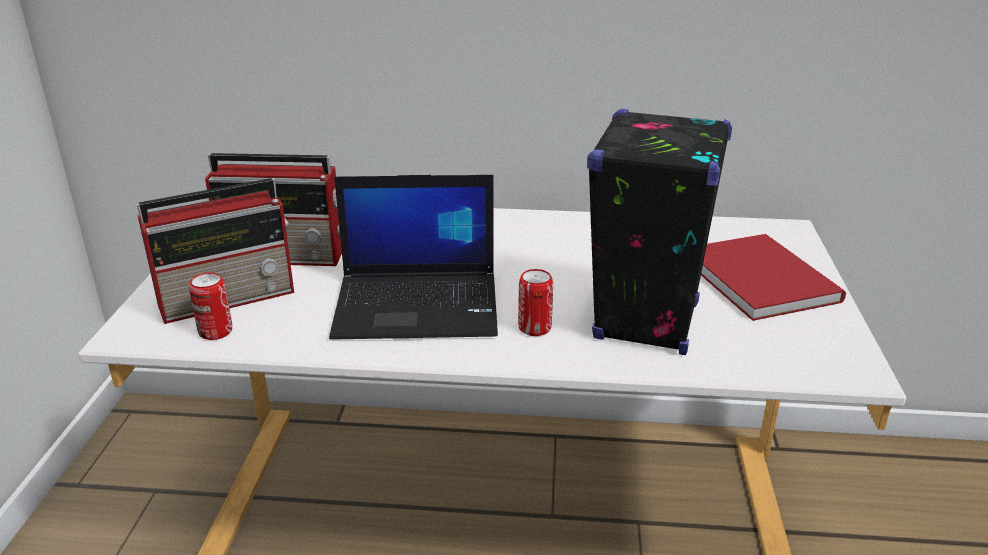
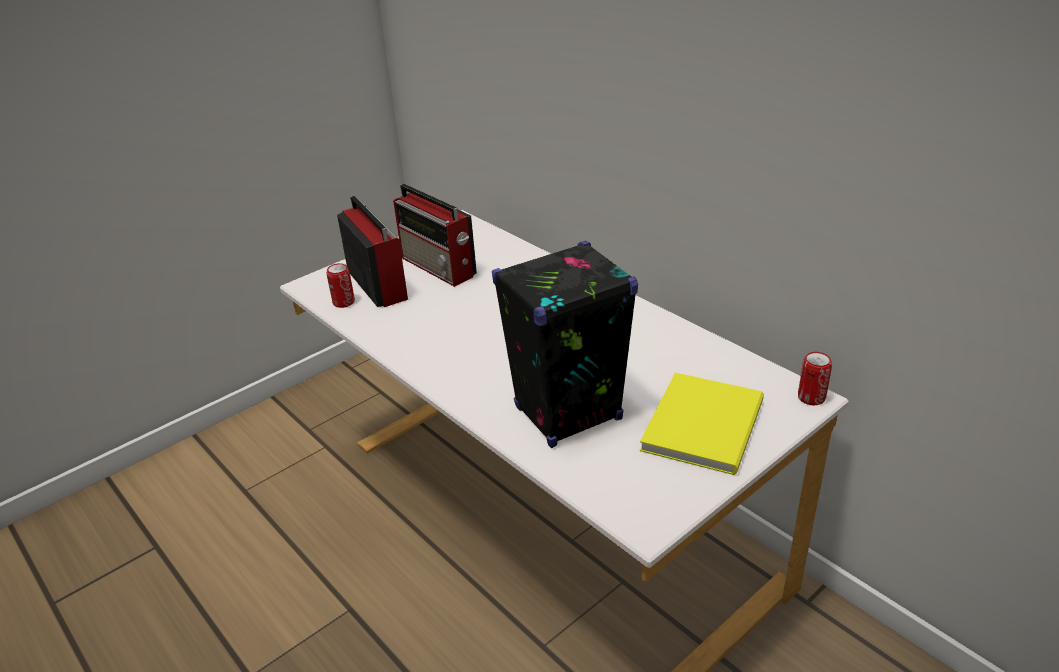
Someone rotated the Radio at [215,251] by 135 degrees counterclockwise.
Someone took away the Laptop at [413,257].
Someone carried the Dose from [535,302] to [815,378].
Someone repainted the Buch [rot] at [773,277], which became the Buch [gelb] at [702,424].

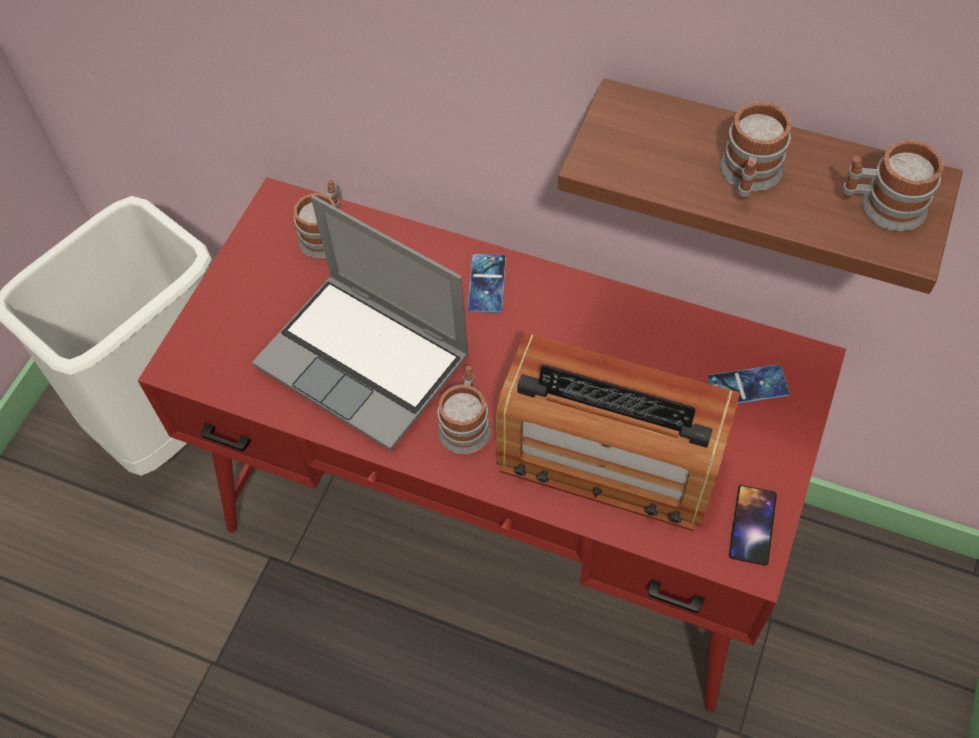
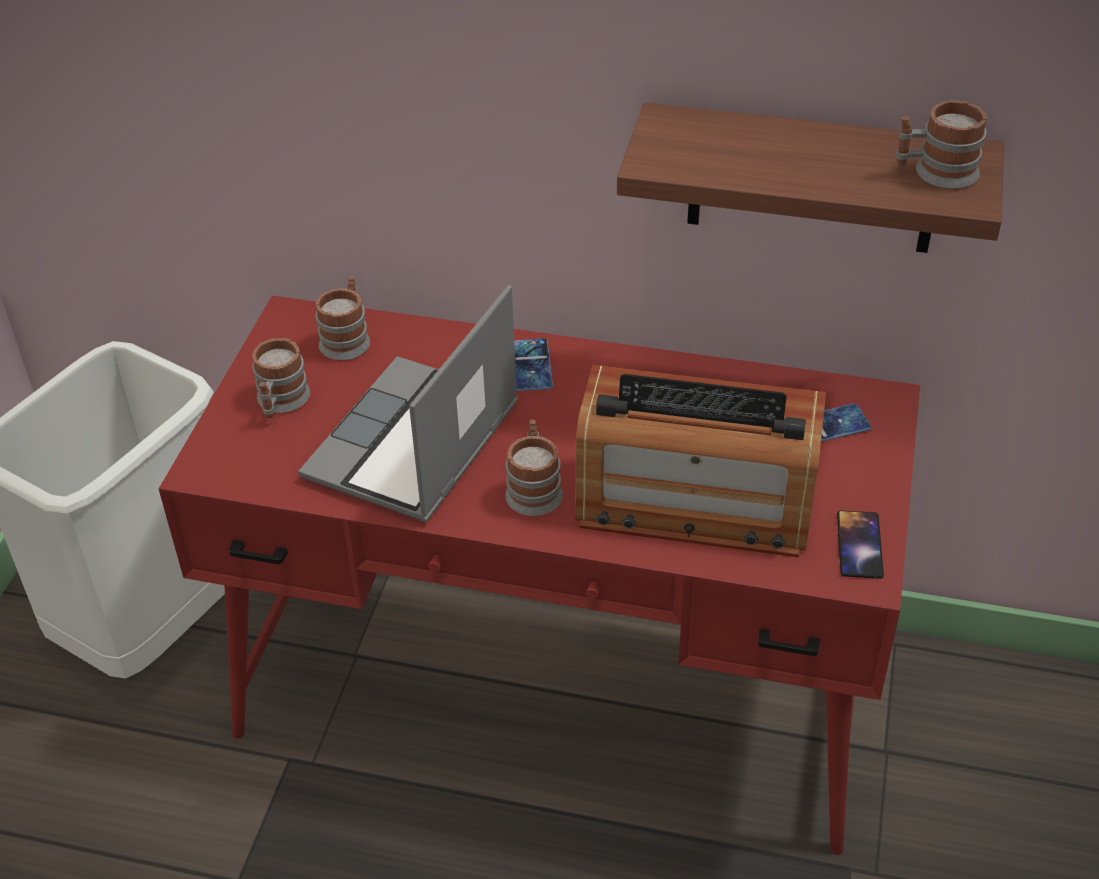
Someone rotated the Laptop at [360,323] by 90 degrees clockwise.
Someone carried the Henkelbecher from [755,150] to [281,378].

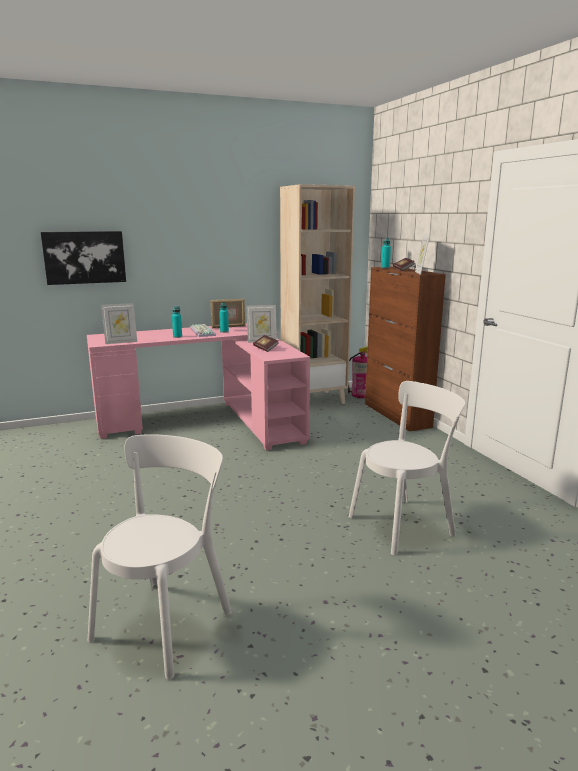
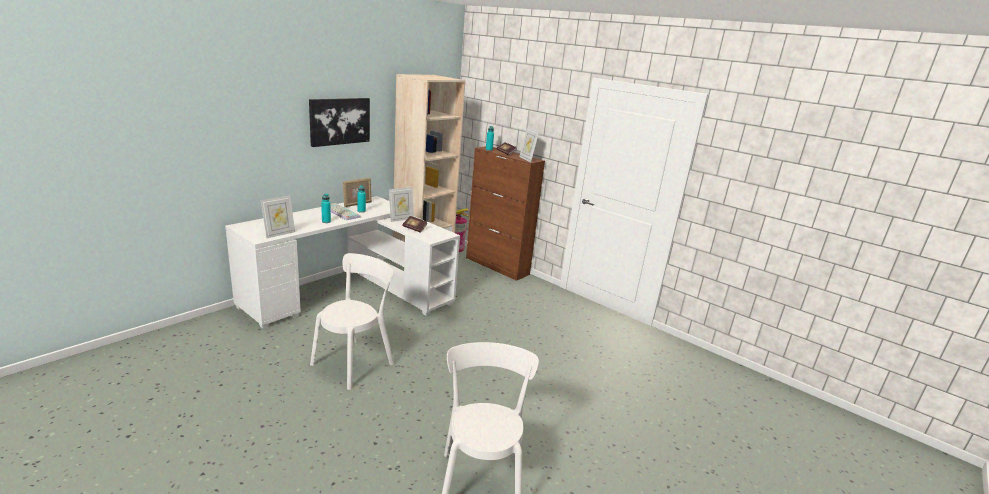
Someone carried the Bild from [83,258] to [339,122].
Someone repainted the Schreibtisch [rosa] at [198,387], which became the Schreibtisch [weiß] at [342,262].
Someone carried the Stuhl [weiß] from [407,468] to [352,321].

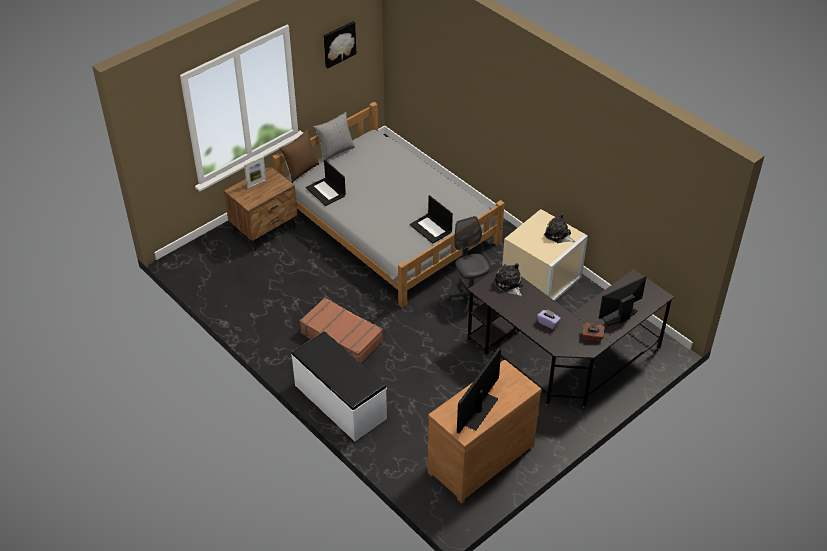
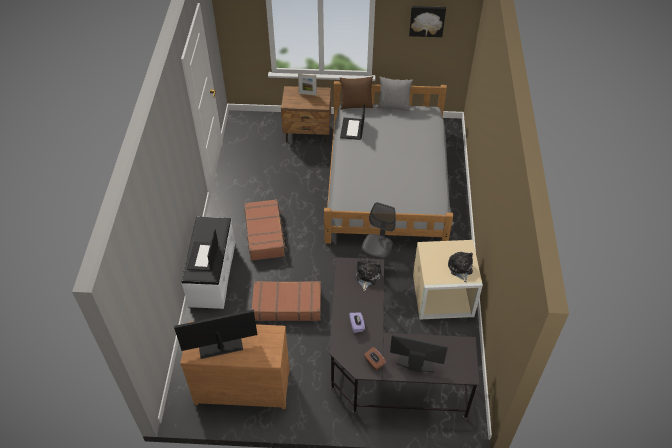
Someone carried the Laptop from [431,219] to [202,250].
Someone put down the Koffer [braun] at [286,301].

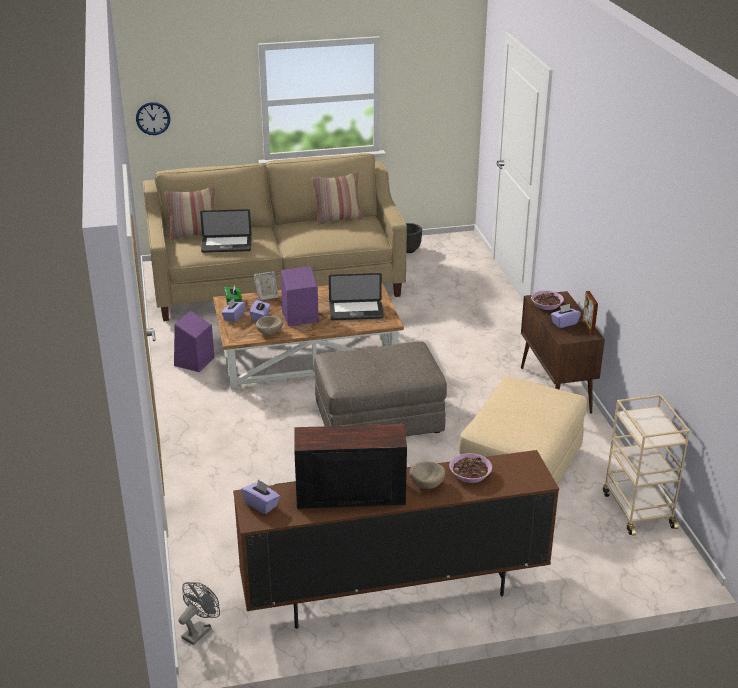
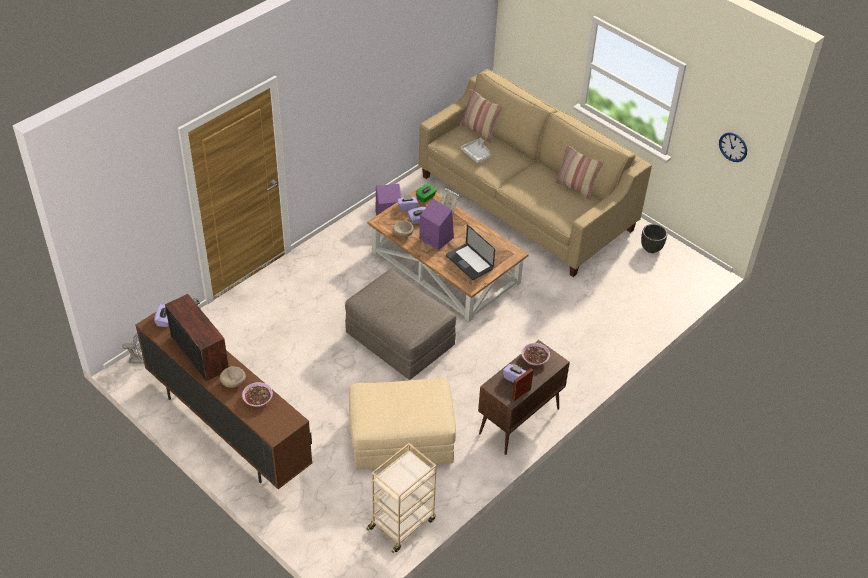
Someone carried the Wanduhr from [153,118] to [733,147].
Someone swapped the Laptop at [225,231] for the Tablett [grau] at [476,150].

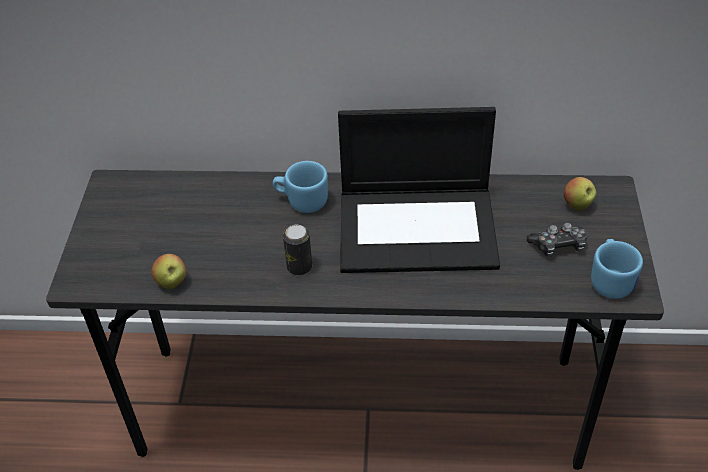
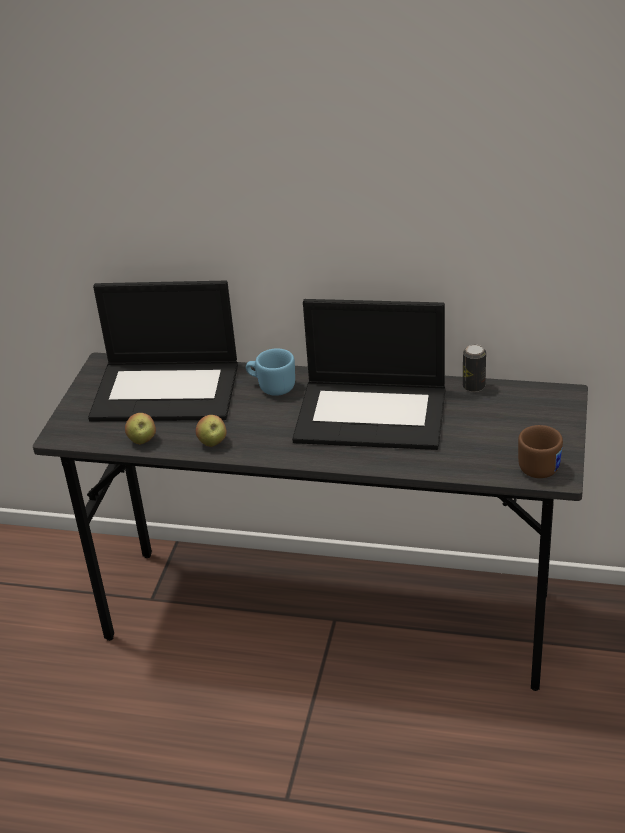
Someone carried the Dose from [297,250] to [474,368].
Someone took away the Gamepad at [557,240].
Someone carried the Apfel from [580,194] to [211,431].
Someone repainted the Henkelbecher [blau] at [617,269], which became the Henkelbecher [braun] at [540,451].
Someone put down the Laptop at [163,351].

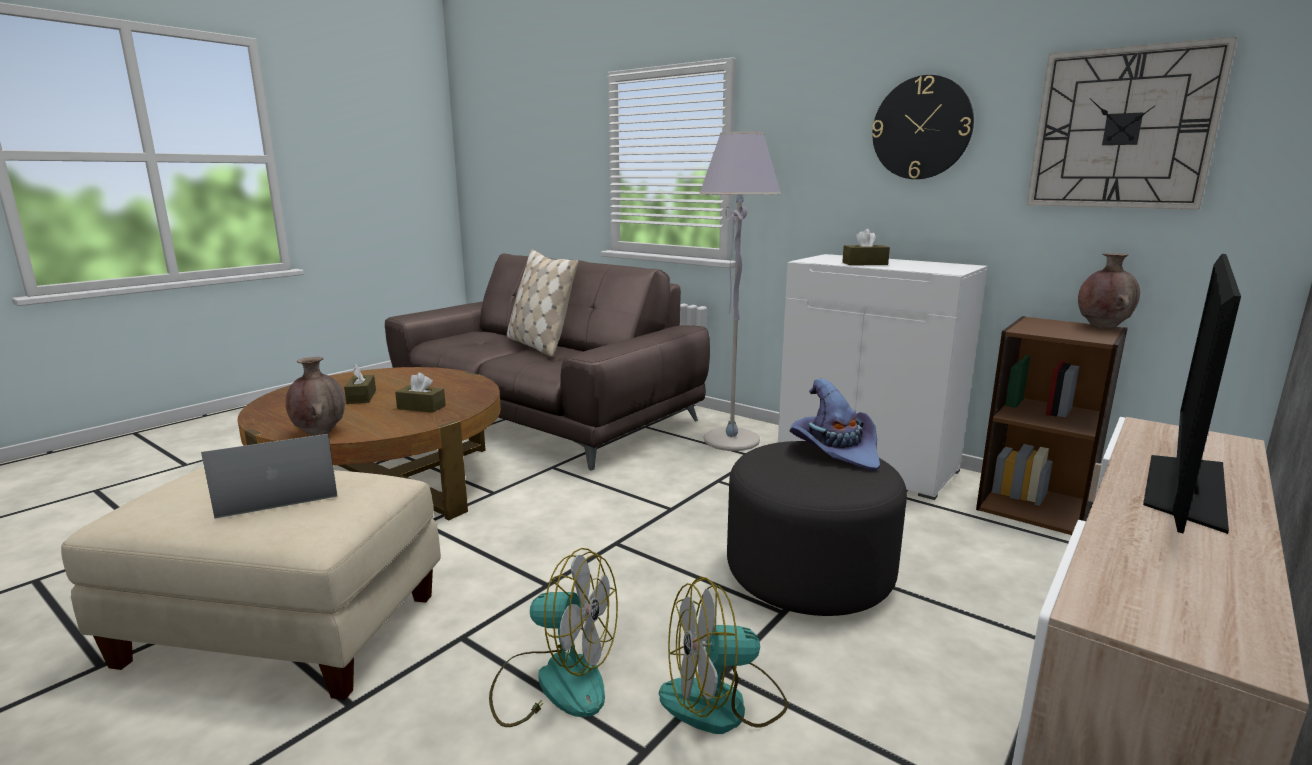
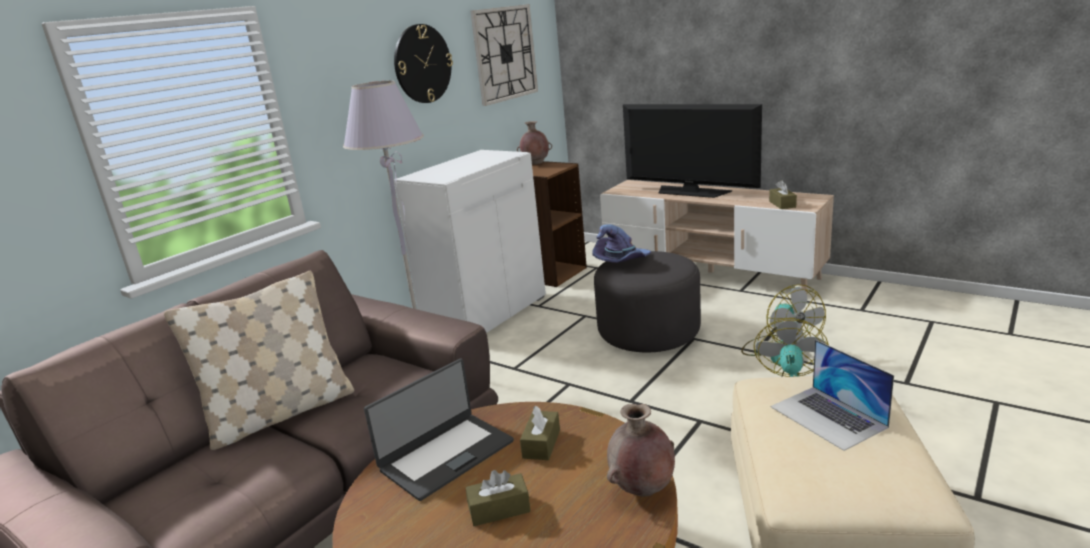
Someone carried the Taschentuchbox [braun] from [866,247] to [783,194].
Someone put down the Laptop at [439,430].

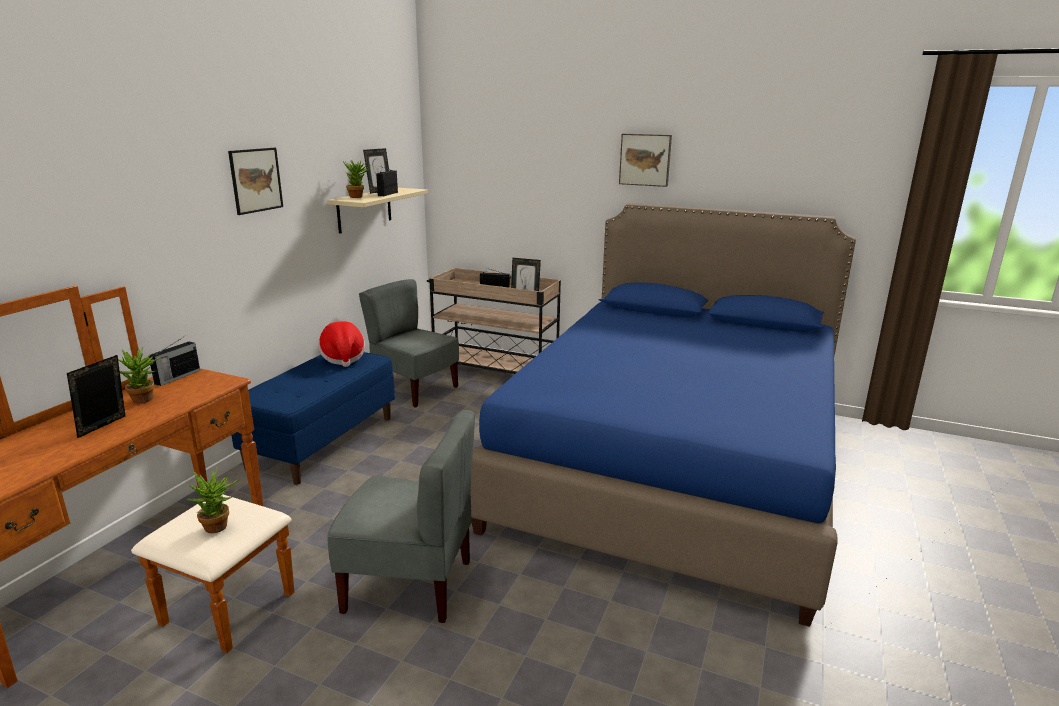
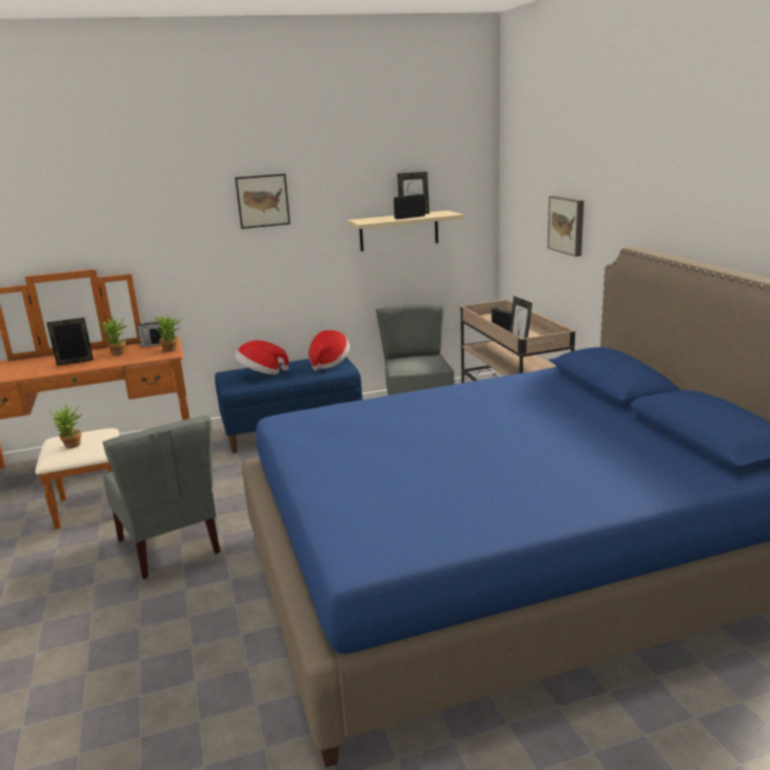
Someone carried the Topfpflanze from [357,179] to [168,332].
Someone carried the Bild from [645,160] to [566,226].
Someone put down the Hut at [262,357].

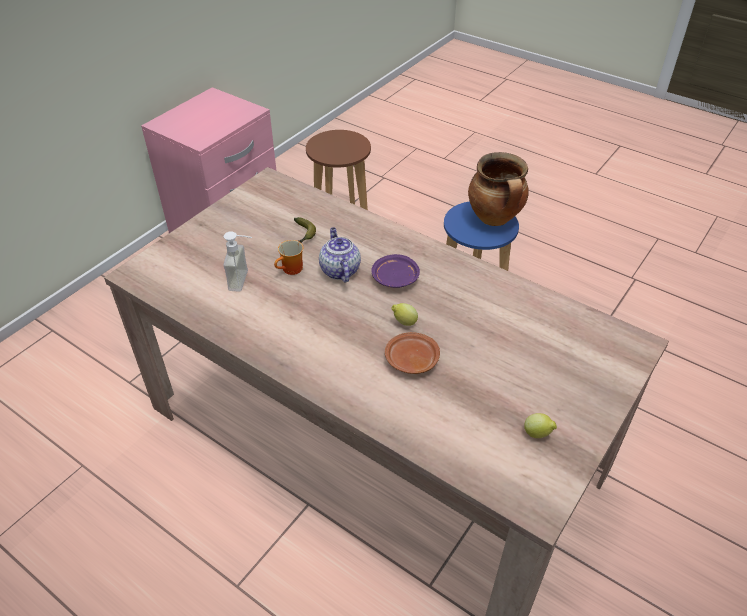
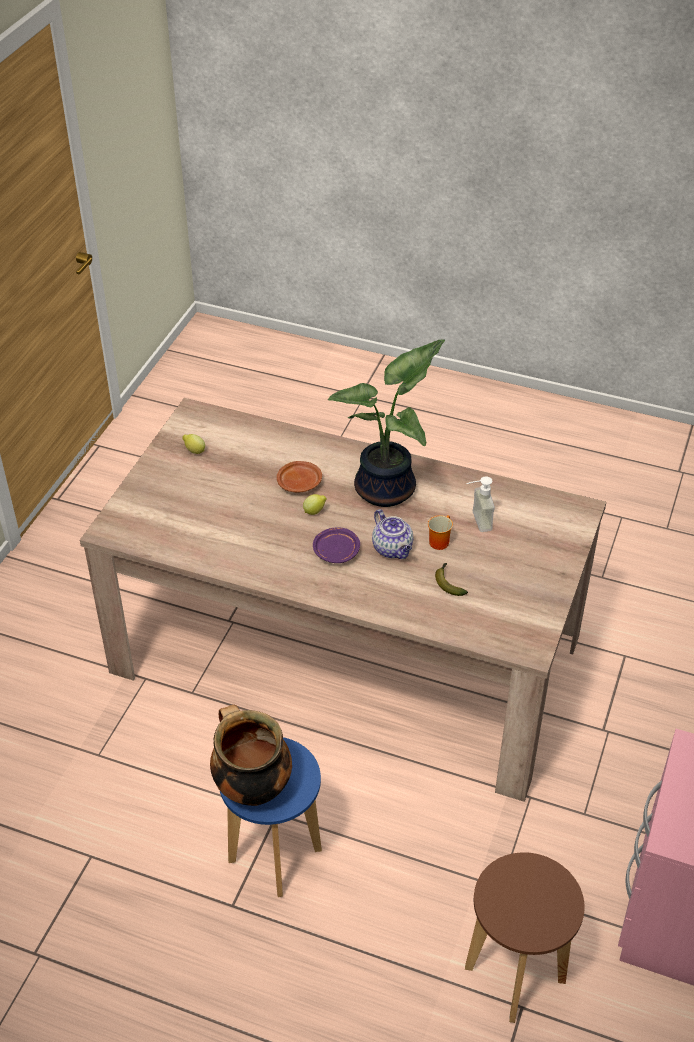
Someone put down the Topfpflanze at [386,423].

